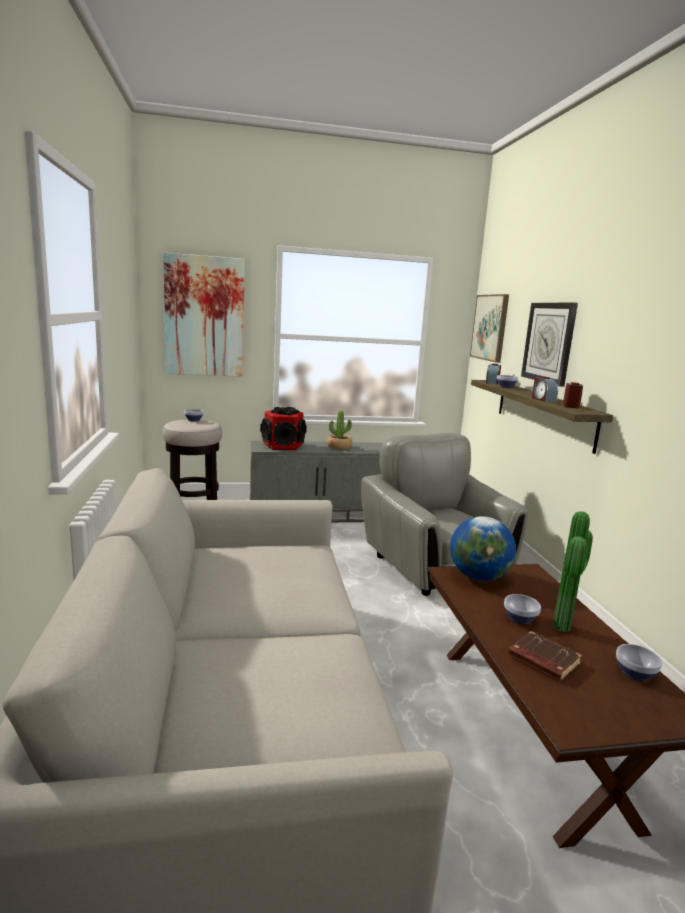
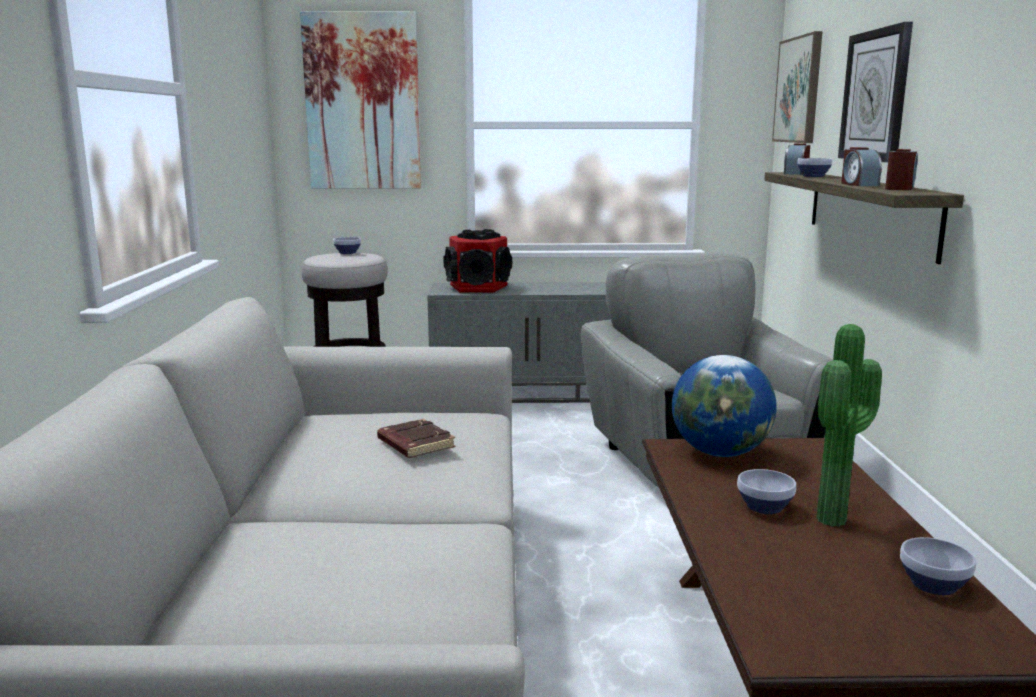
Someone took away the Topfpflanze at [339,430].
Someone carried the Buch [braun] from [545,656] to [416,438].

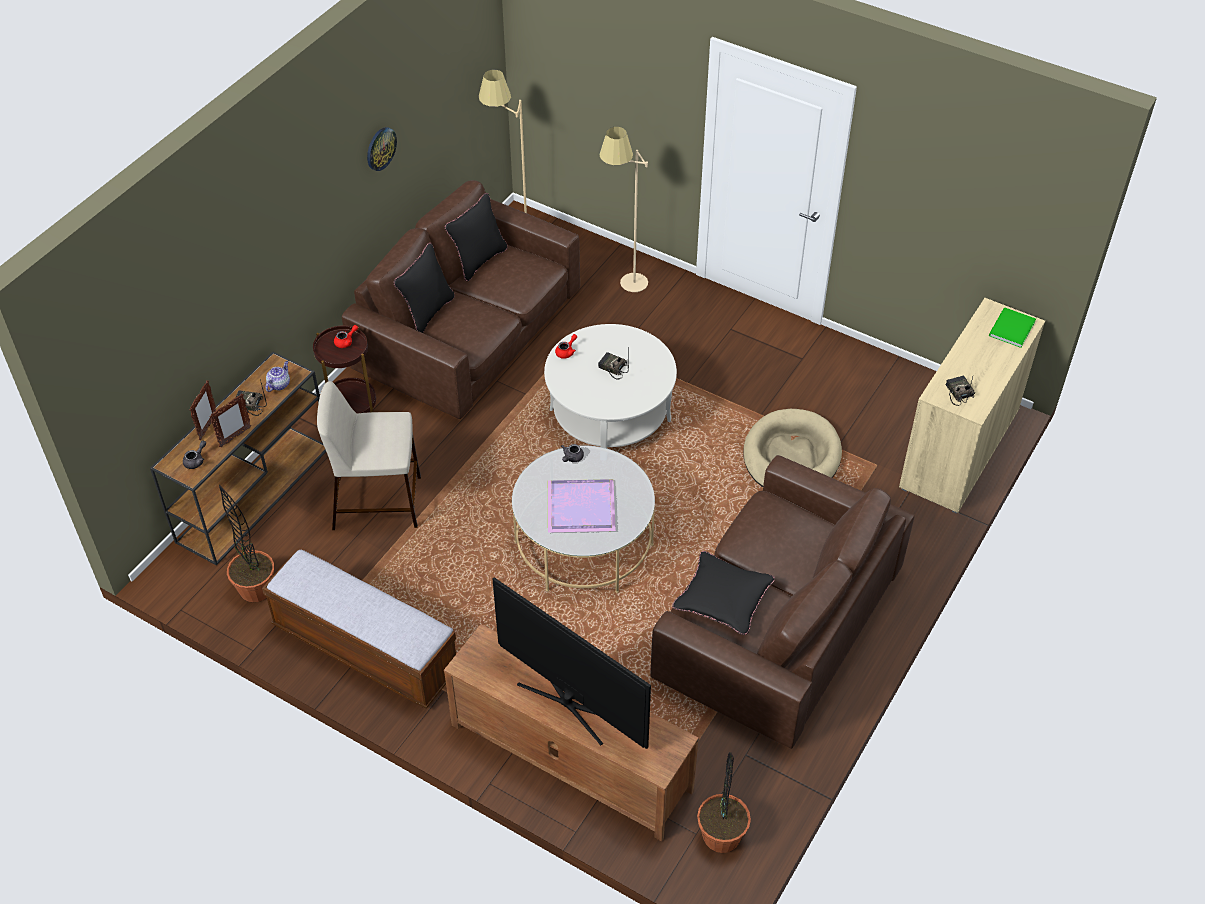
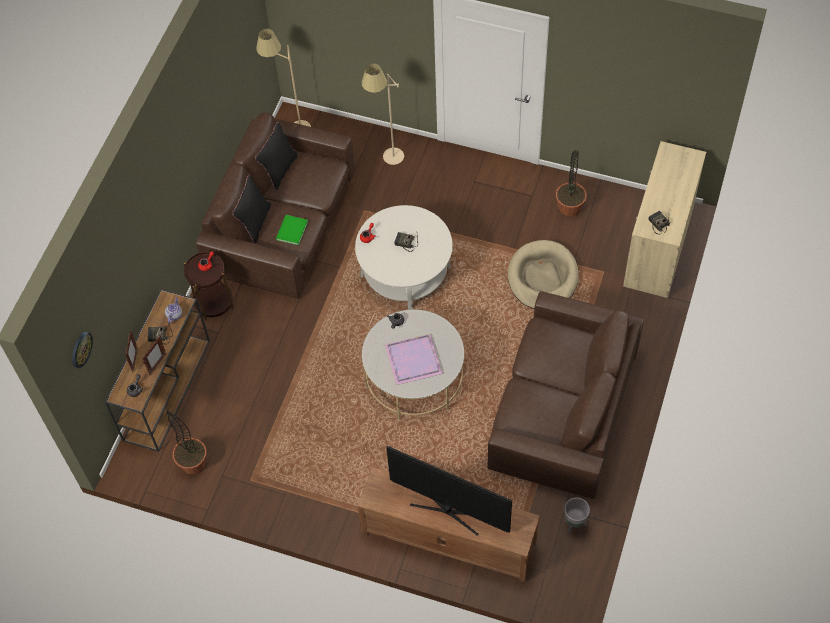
Someone took away the Bank at [359,629].
Someone took away the Hocker [beige] at [369,455].
Someone carried the Wanduhr from [382,149] to [82,350].
Someone took away the Kissen [schwarz] at [723,593].
Someone carried the Topfpflanze from [724,802] to [571,183].
Someone carried the Buch [grün] from [1012,328] to [292,230].
Someone put down the Pflanzkübel [grau] at [577,515].

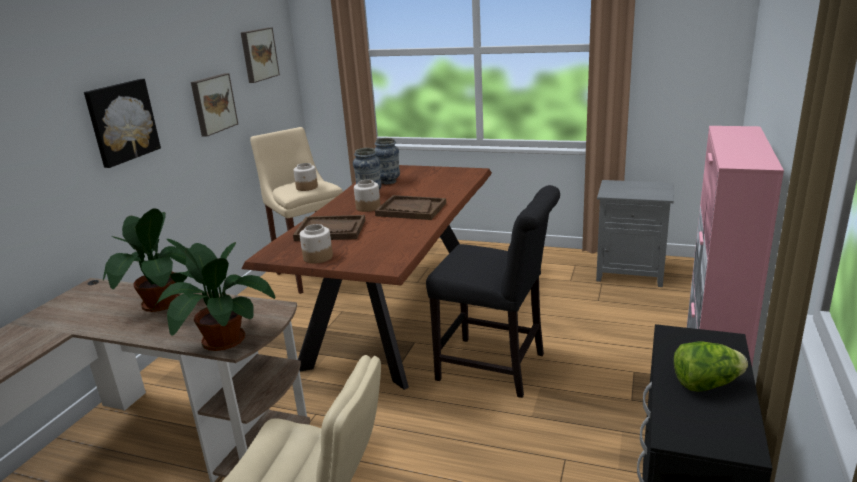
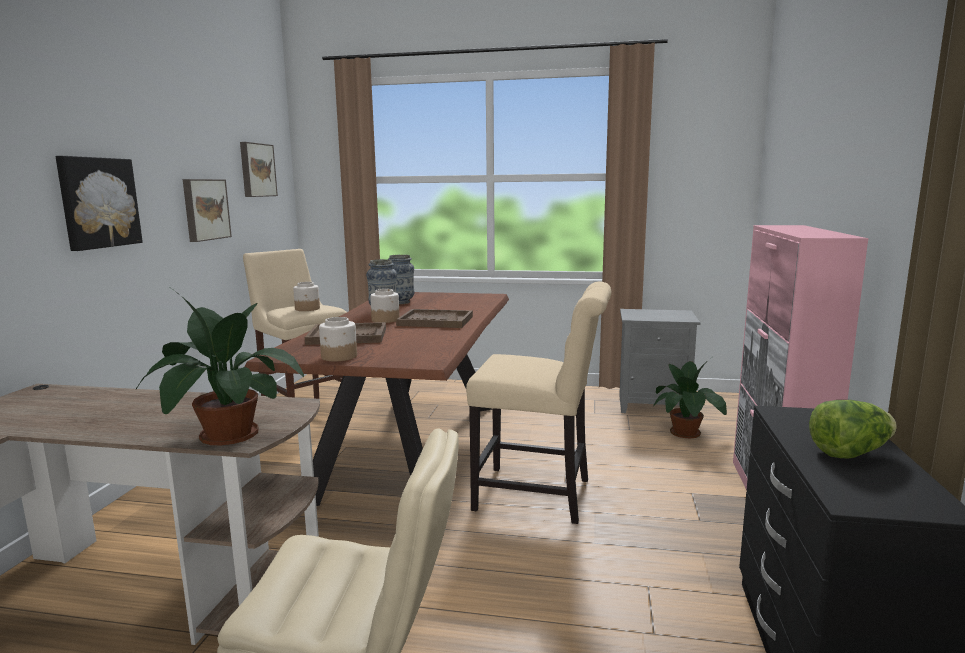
Someone carried the Topfpflanze from [146,260] to [690,397].
Someone repainted the Stuhl [schwarz] at [493,291], which became the Stuhl [beige] at [538,402].

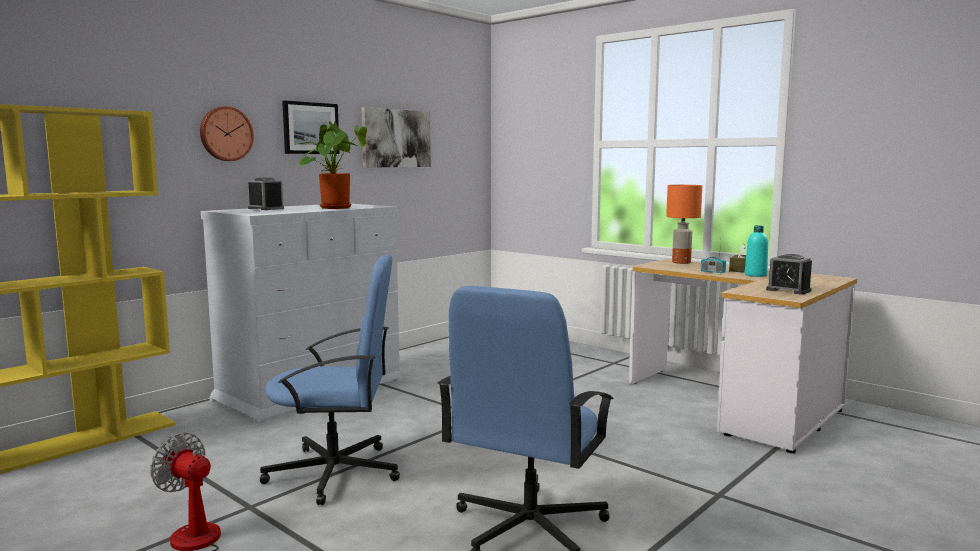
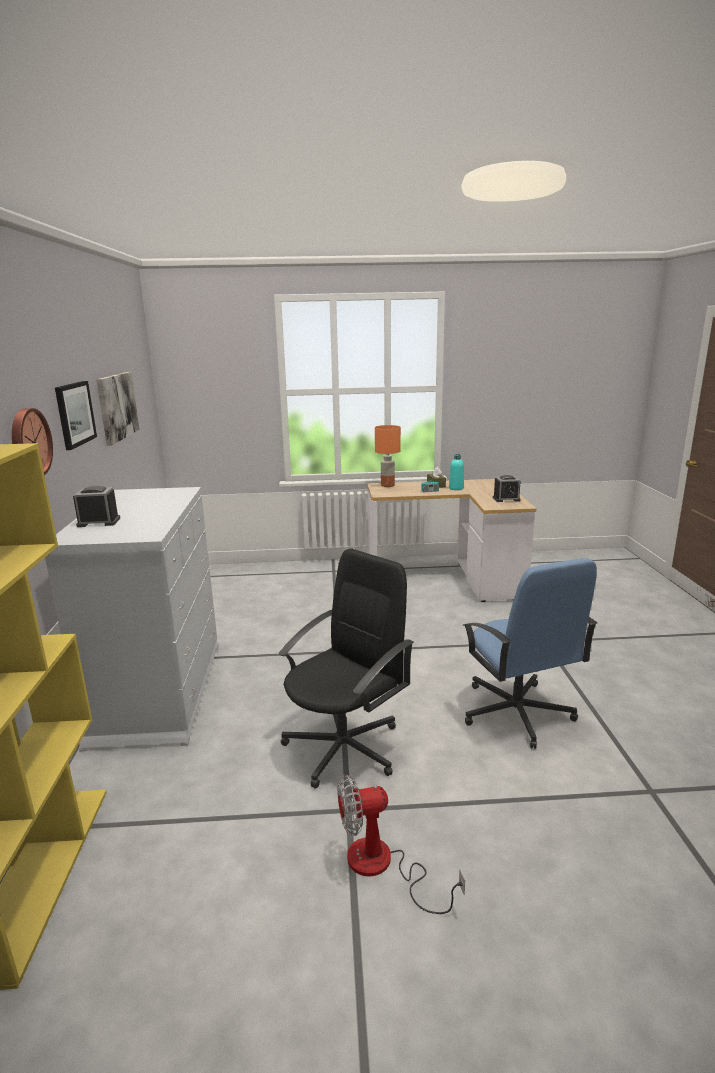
Someone repainted the Bürostuhl [blau] at [329,380], which became the Bürostuhl [schwarz] at [346,669].
Someone took away the Topfpflanze at [331,165].

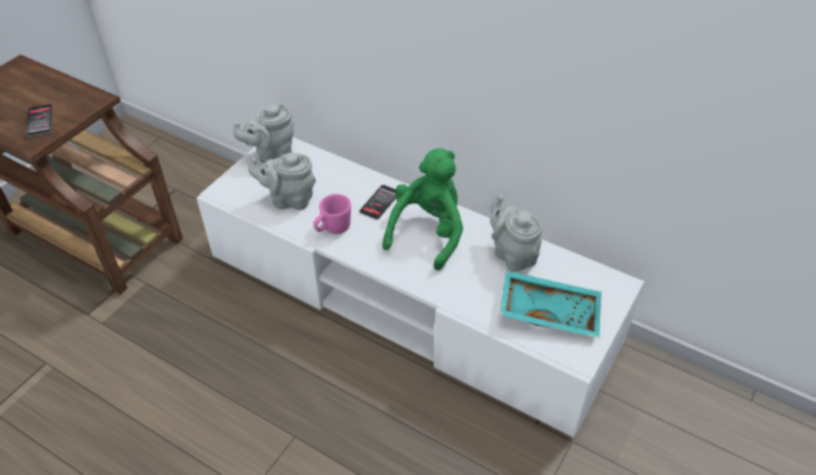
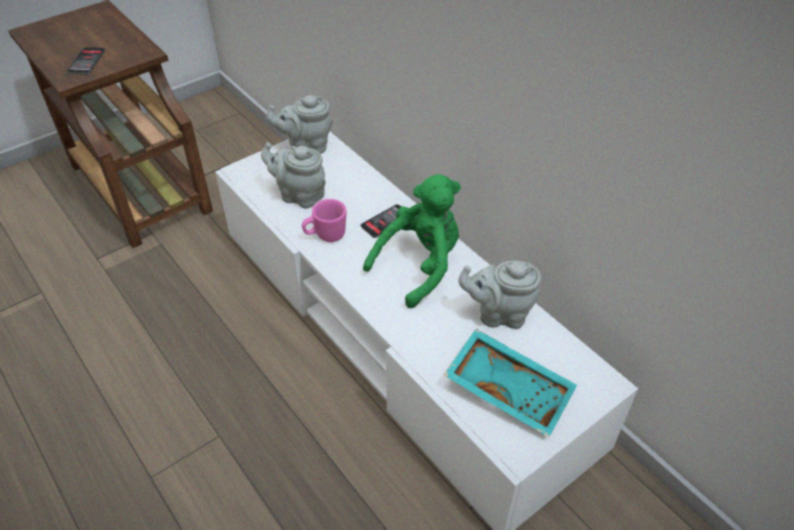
Someone rotated the Teekanne [grau] at [516,232] by 75 degrees counterclockwise.

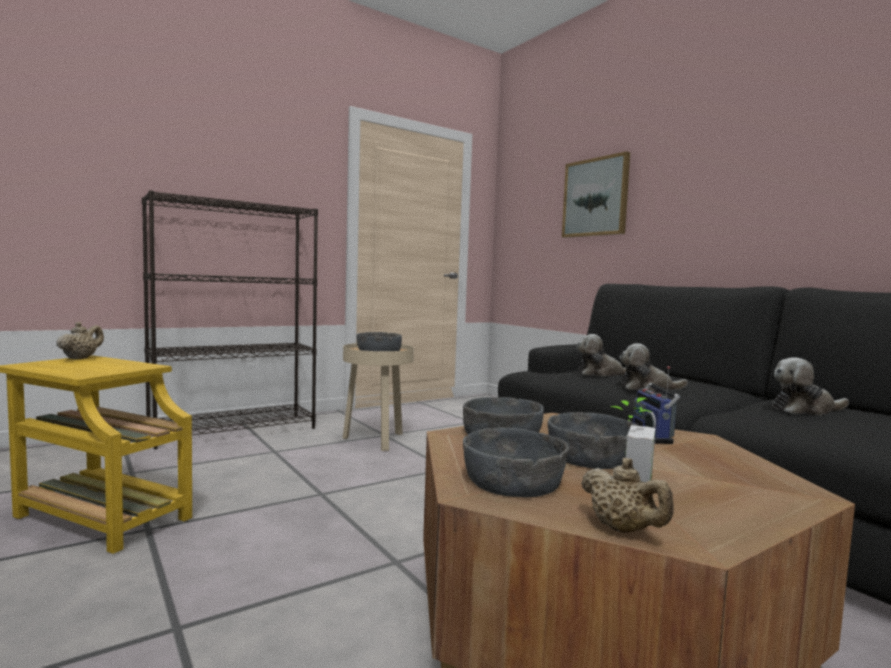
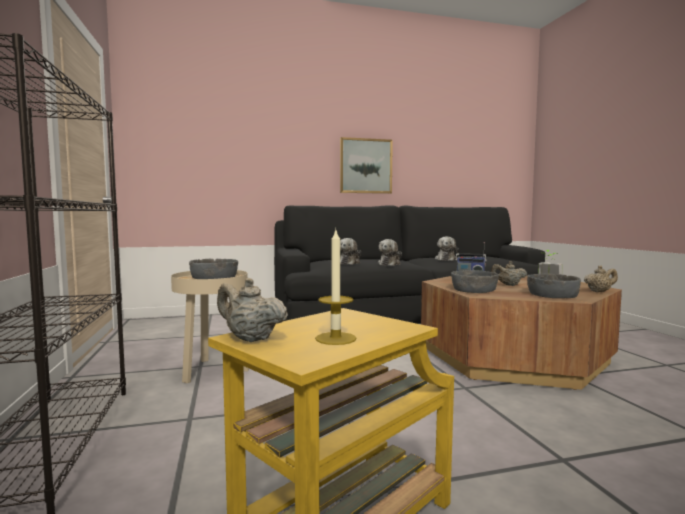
Someone swapped the Schüssel [grau] at [593,440] for the Teekanne [beige] at [509,273].
Someone carried the Bild from [596,194] to [366,165].
Someone put down the Kerze at [335,287].

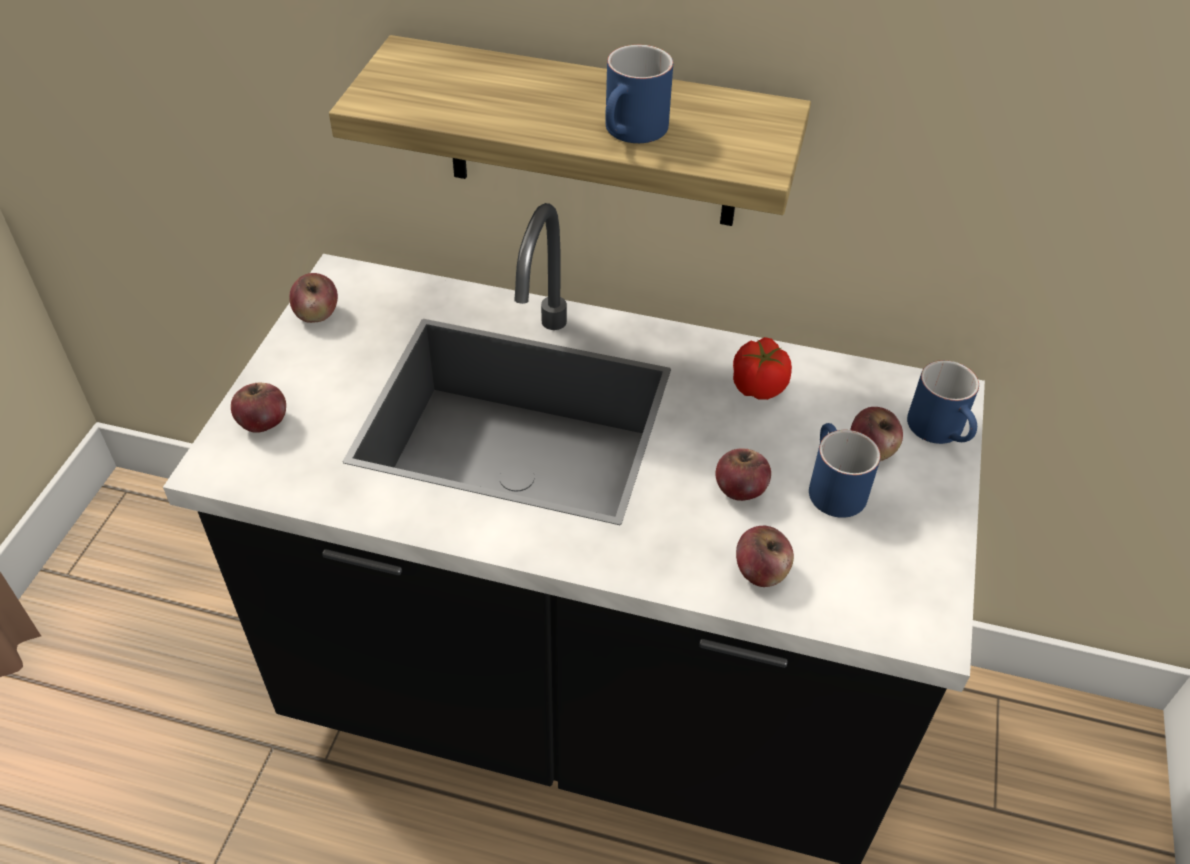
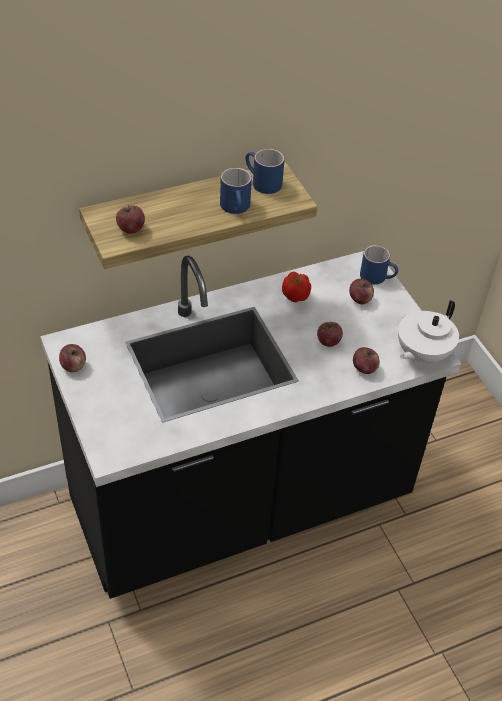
Someone carried the Apfel from [258,408] to [130,219].
Someone carried the Henkelbecher [blau] from [845,470] to [265,171].
Someone put down the Teekanne [weiß] at [428,331].

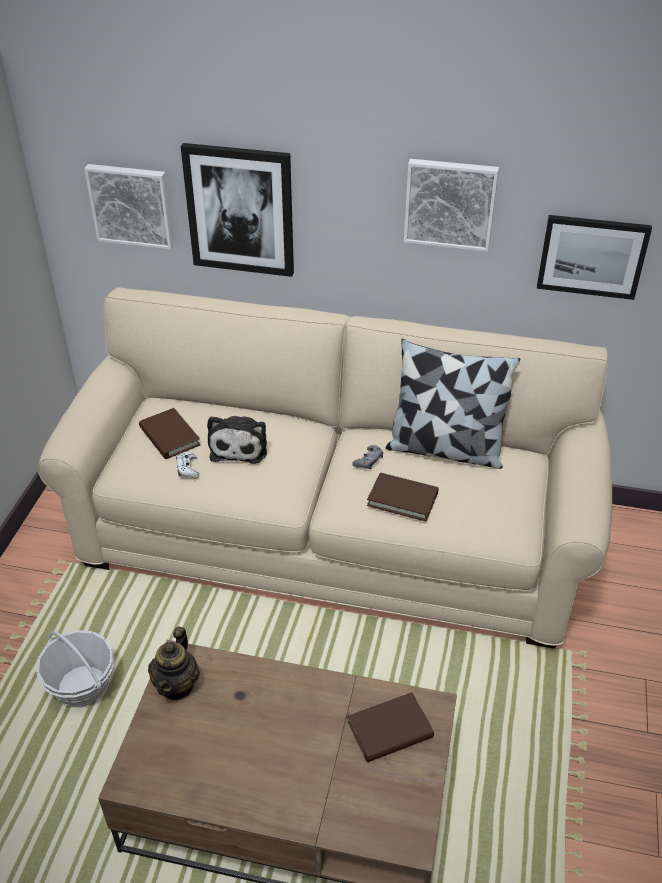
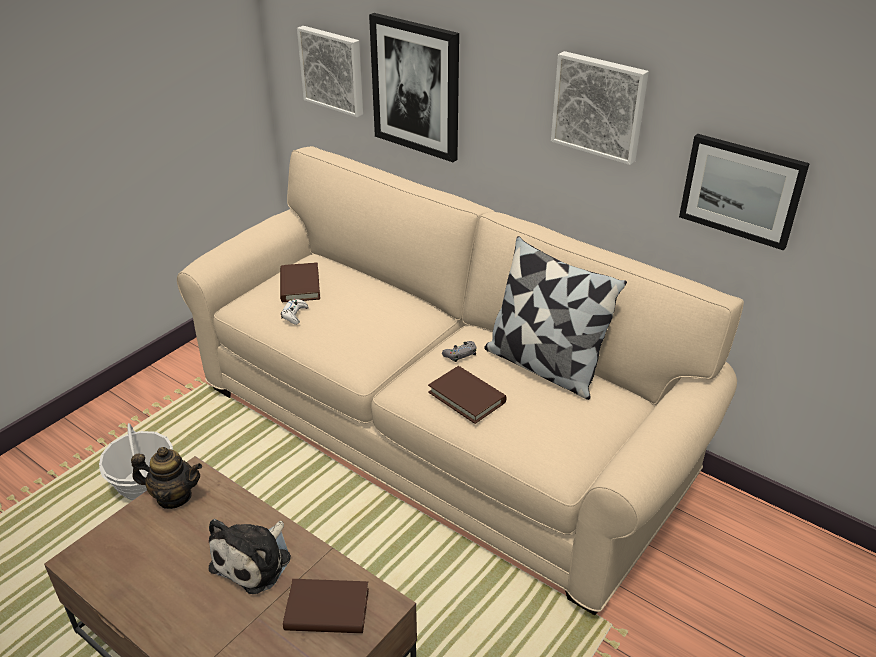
Someone rotated the Teekanne at [174,663] by 120 degrees counterclockwise.
Someone carried the Plüschtier from [237,440] to [250,556].

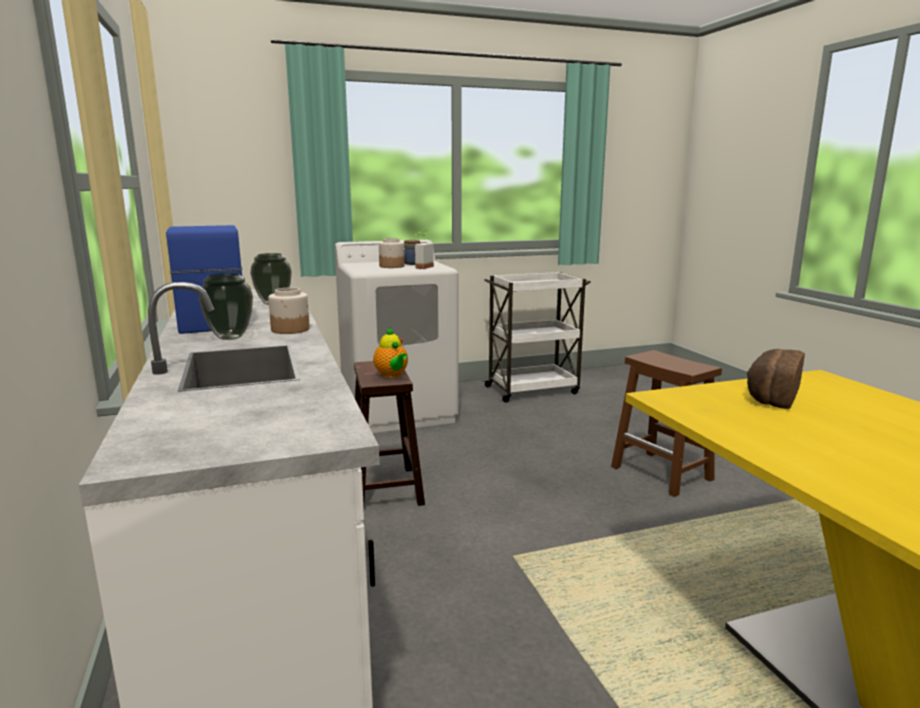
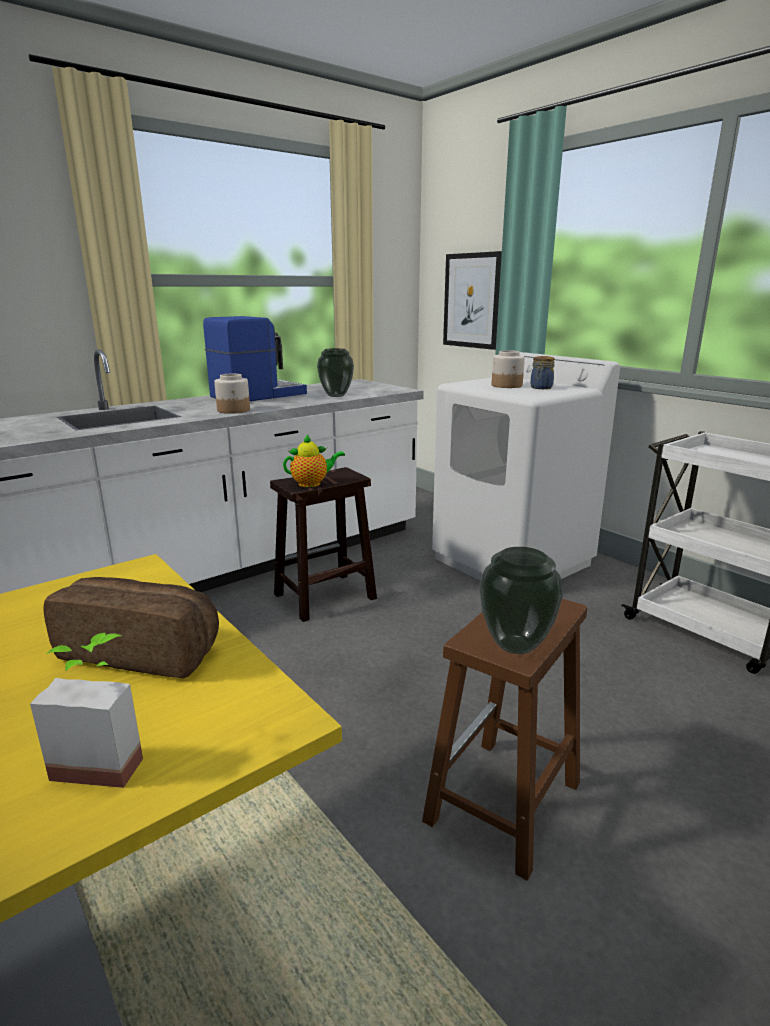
Someone carried the Vase from [226,306] to [521,600].
Someone rotated the Teekanne at [390,352] by 150 degrees counterclockwise.
Someone carried the Topfpflanze from [423,249] to [86,710].
Someone put up the Bild at [472,300].

